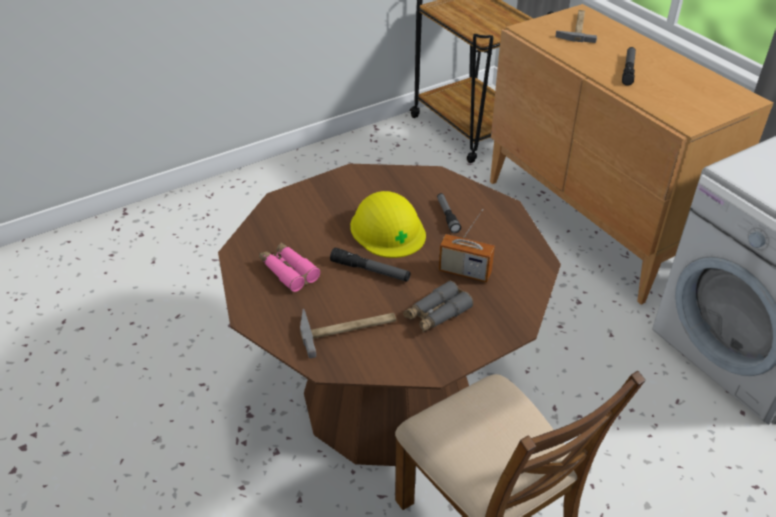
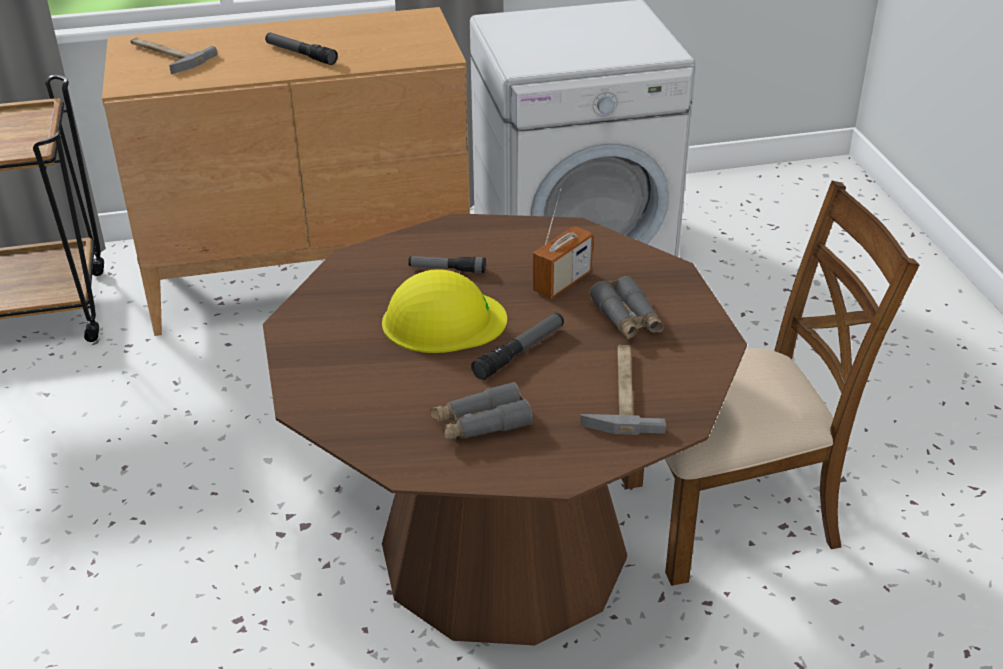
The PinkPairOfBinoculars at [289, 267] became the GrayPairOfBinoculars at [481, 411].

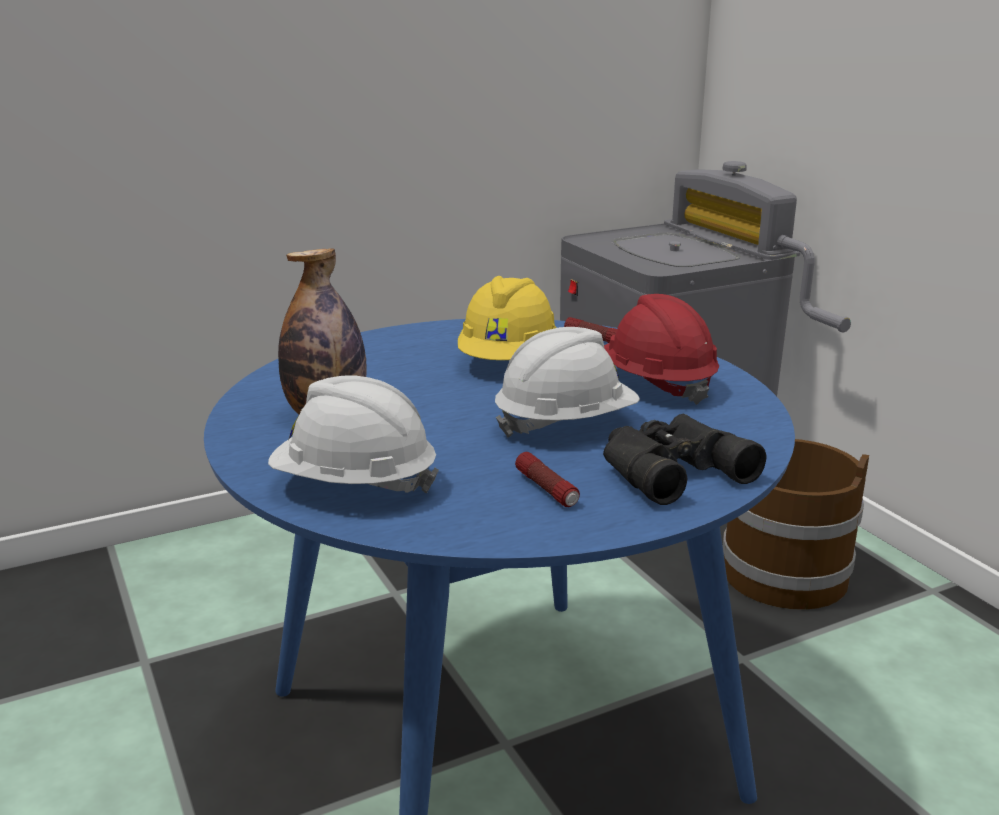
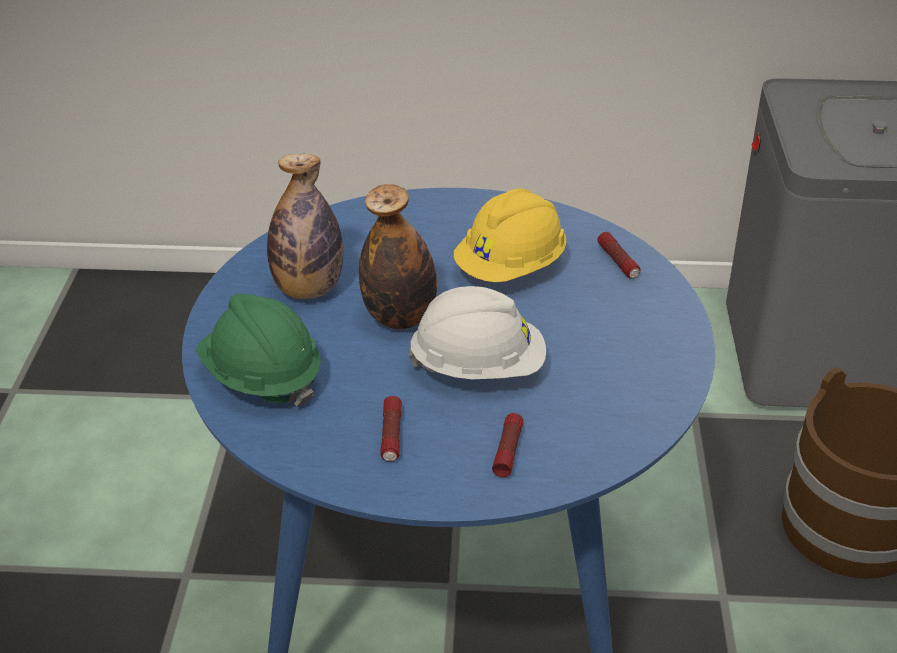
The WhiteWorkHelmet at [353, 434] became the GreenColouredWorkHelmet at [258, 350]. The DrinkBottle at [398, 256] appeared. The BlackColouredPairOfBinoculars at [685, 459] was replaced by the Torch at [508, 445]. The ReddishWorkHelmet at [661, 349] disappeared.

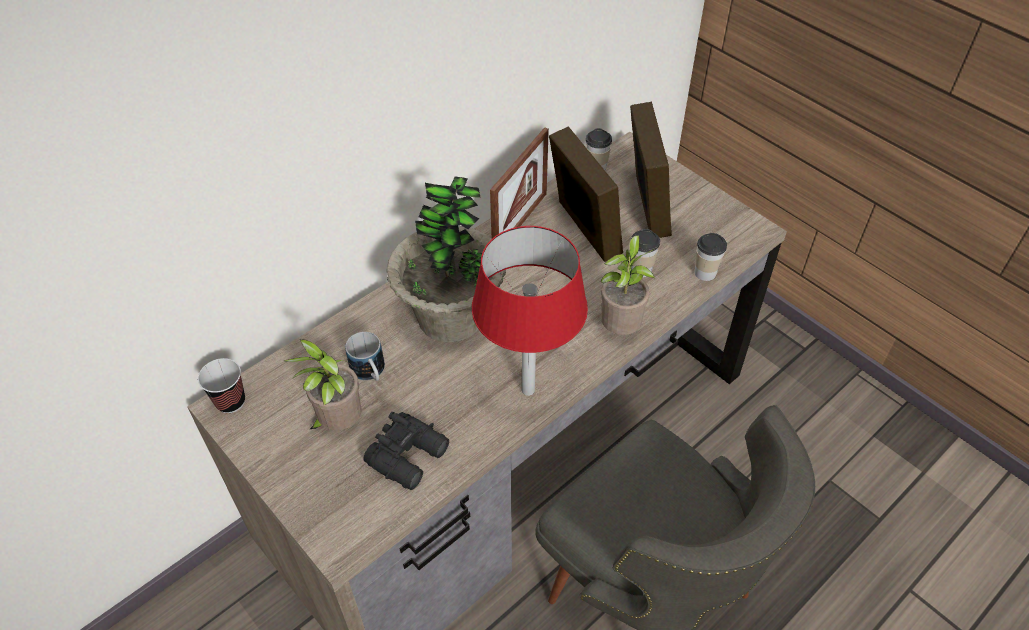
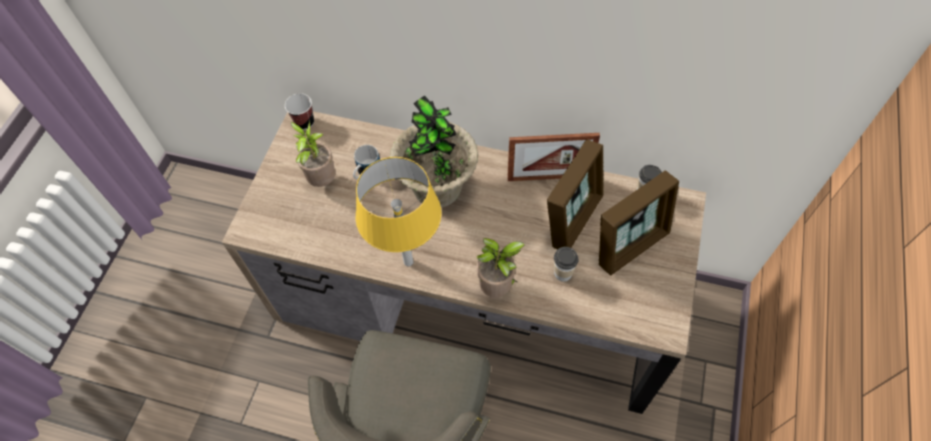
The ReddishTableLamp at [530, 311] became the YellowColouredTableLamp at [398, 212]. The BlackColouredPairOfBinoculars at [406, 450] disappeared. The DrinkingCup at [711, 257] disappeared.

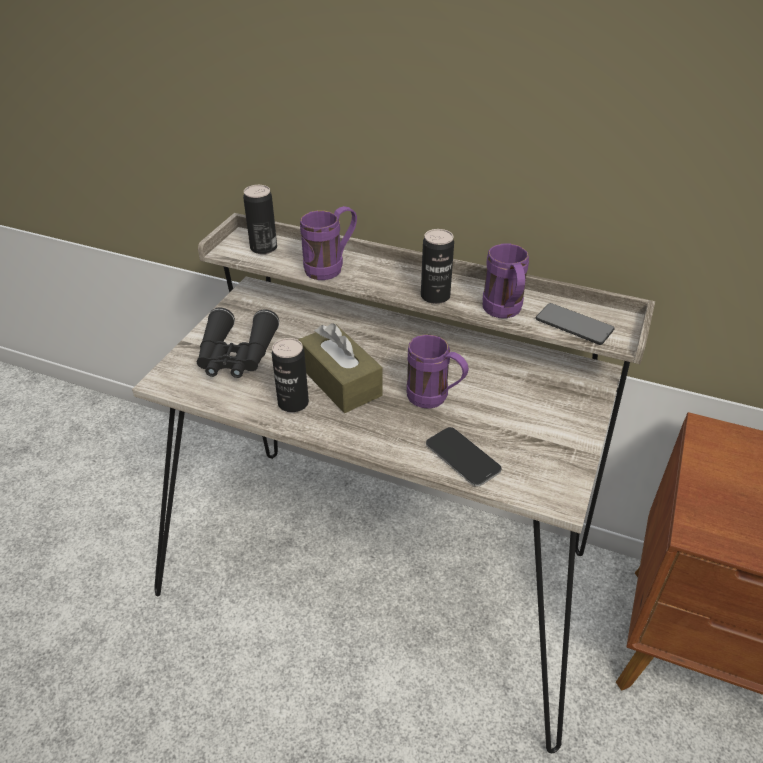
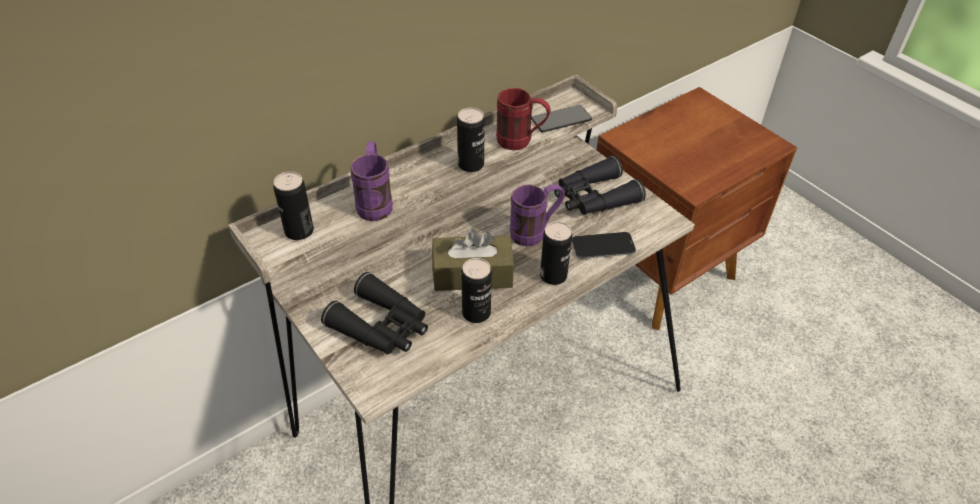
The PurpleColouredCoffeeMug at [506, 280] became the ReddishCoffeeMug at [523, 119]. The SealedCan at [556, 253] appeared. The BlackColouredPairOfBinoculars at [600, 185] appeared.

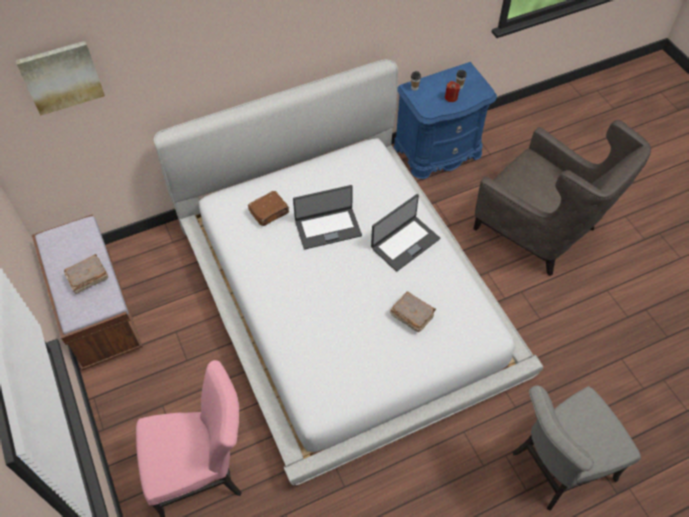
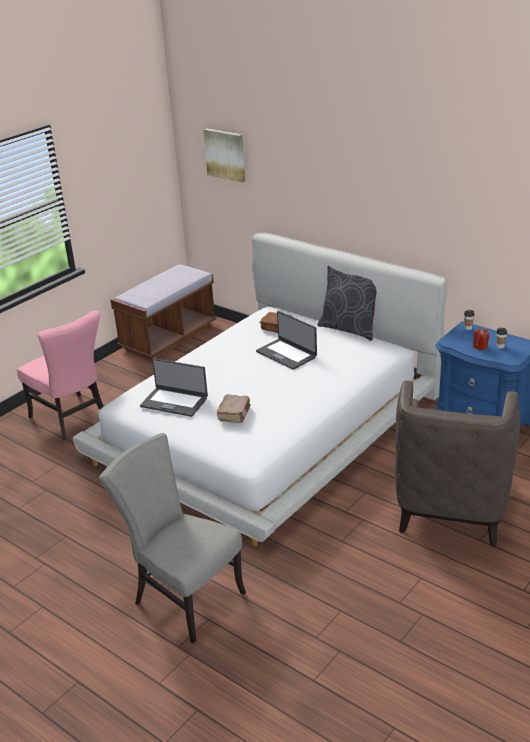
The Laptop moved from [405, 233] to [174, 387]. The GrayPillow at [347, 303] appeared. The BrownishVolume at [86, 274] disappeared.

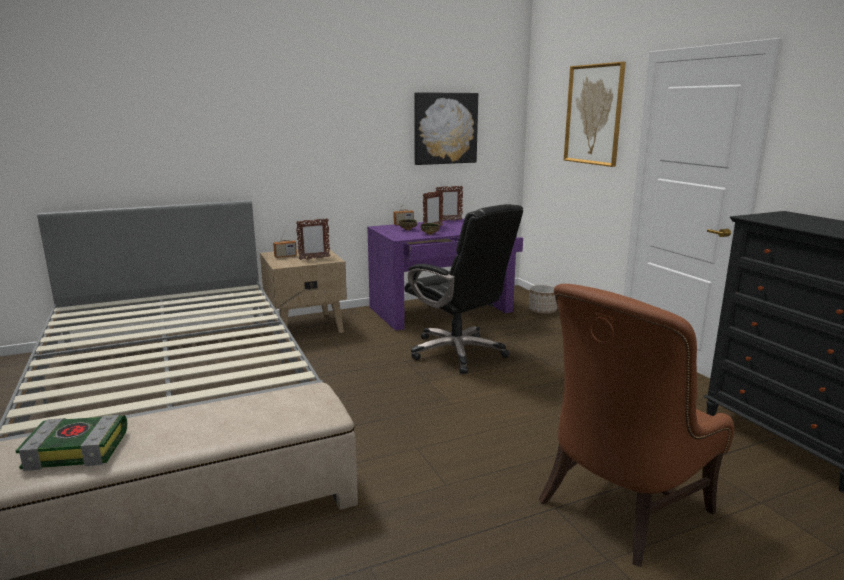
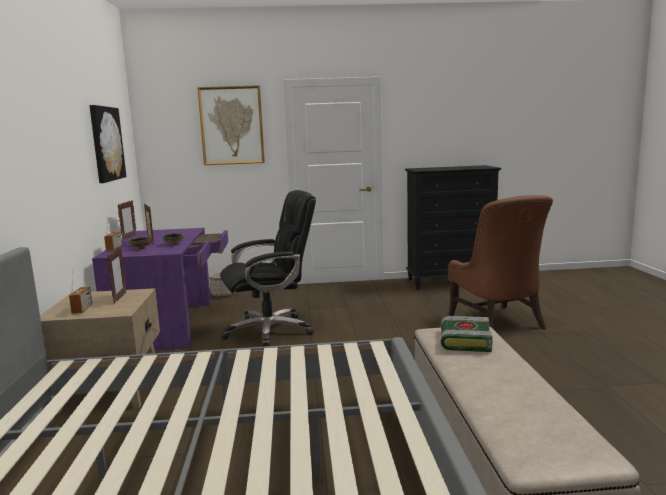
The Volume moved from [71, 443] to [467, 334].

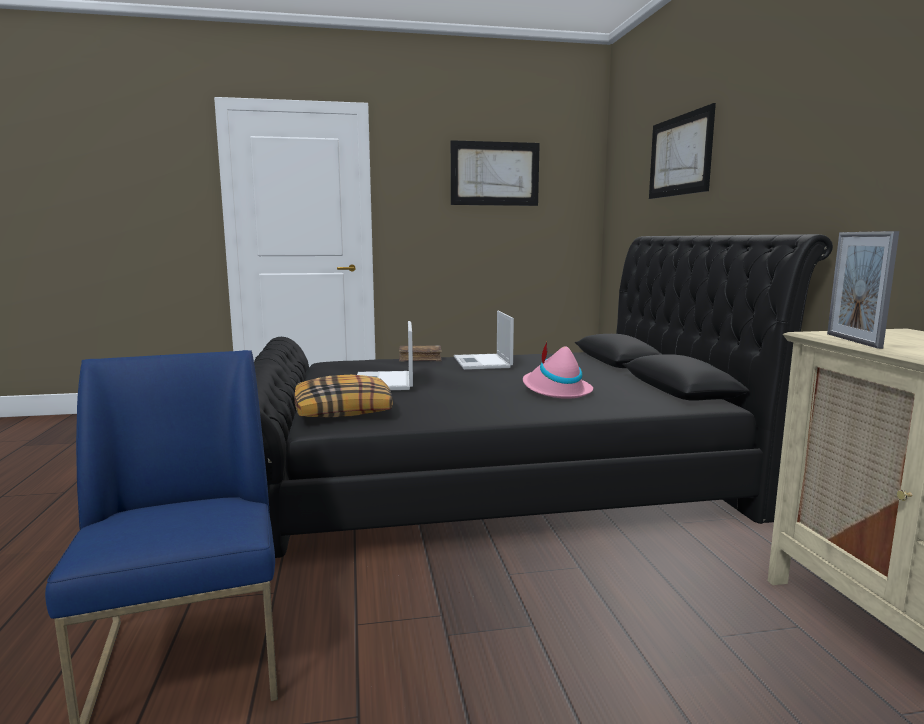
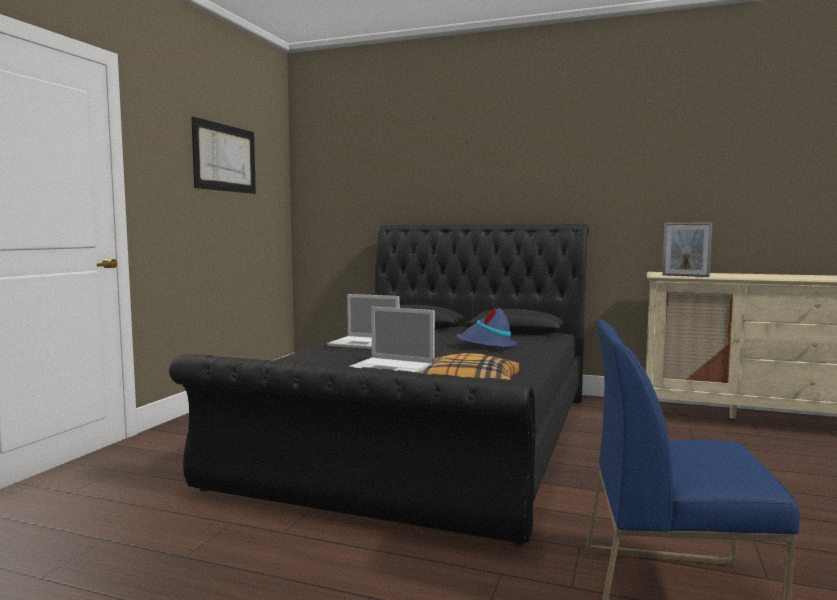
The PinkHat at [558, 370] became the BluishHat at [486, 327]. The BrownishVolume at [420, 353] disappeared. The WallPicture at [682, 151] disappeared.

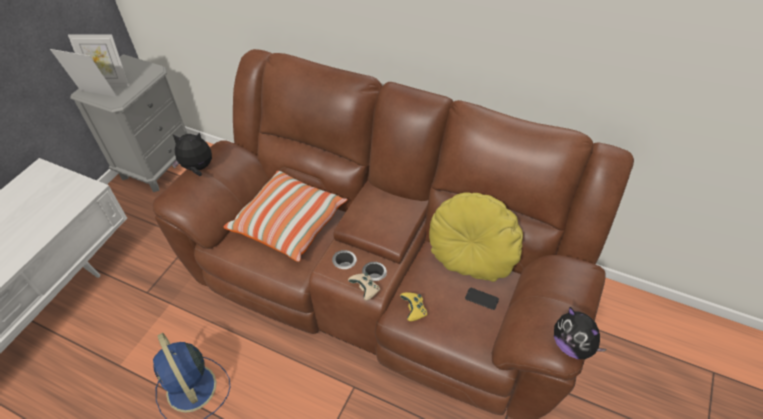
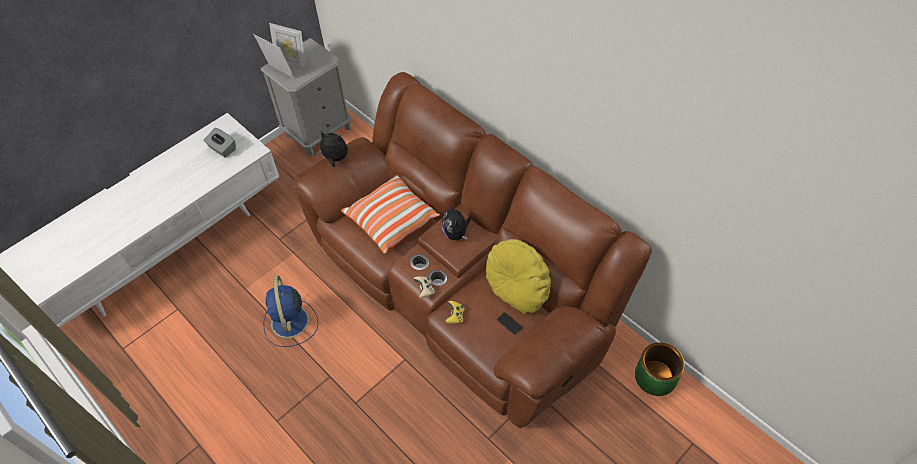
The GrayBoxOfTissues at [220, 143] appeared. The PlushToy moved from [580, 333] to [456, 222]. The GreenColouredPlanter at [660, 369] appeared.

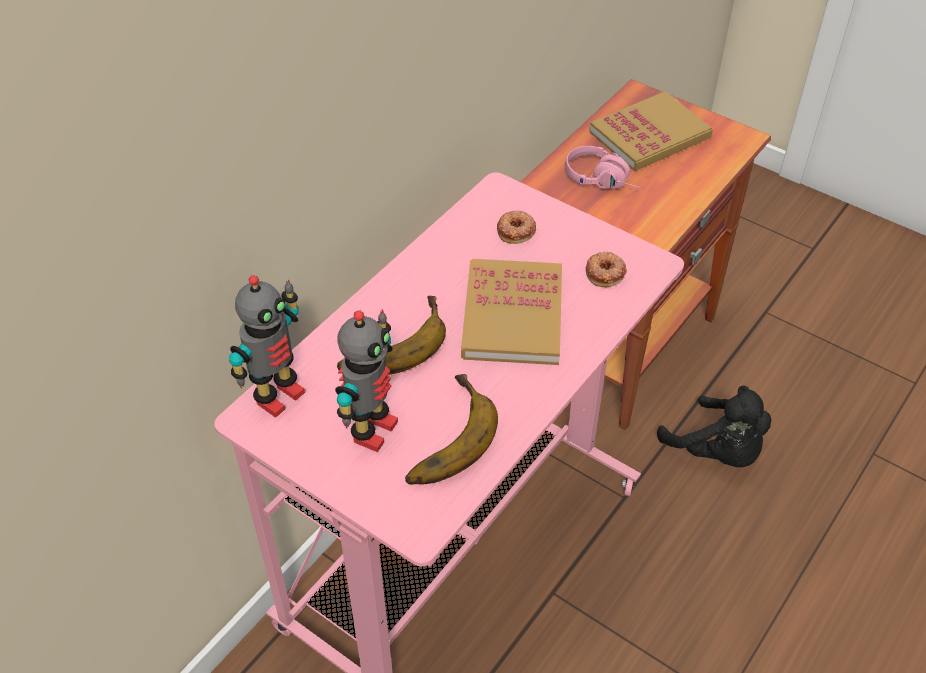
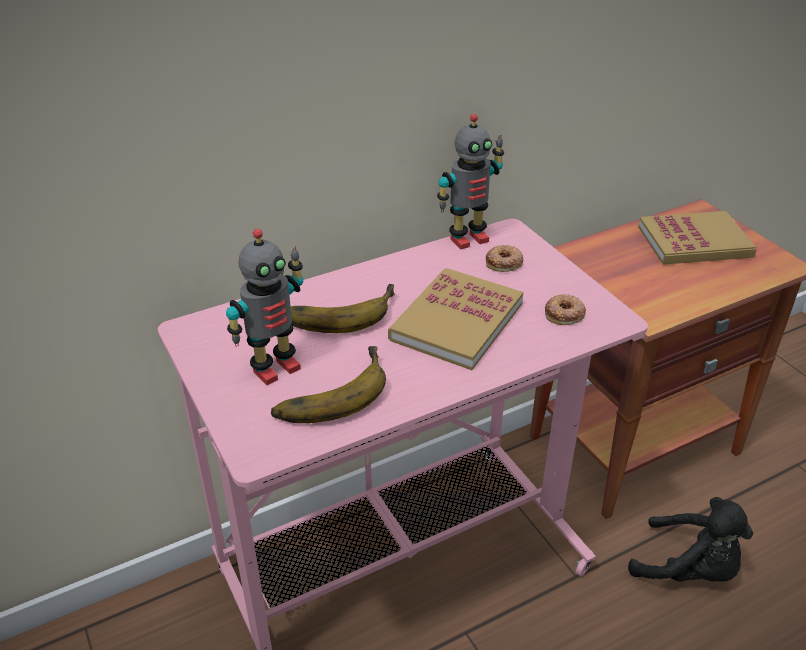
The RobotFigure moved from [267, 346] to [470, 182]. The BlackColouredPlushToy at [714, 426] turned 45 degrees counterclockwise. The PinkPairOfHeadphones at [602, 167] disappeared.

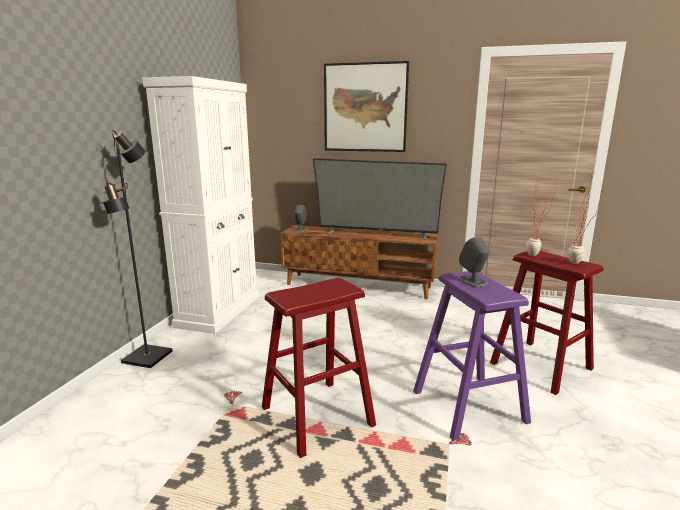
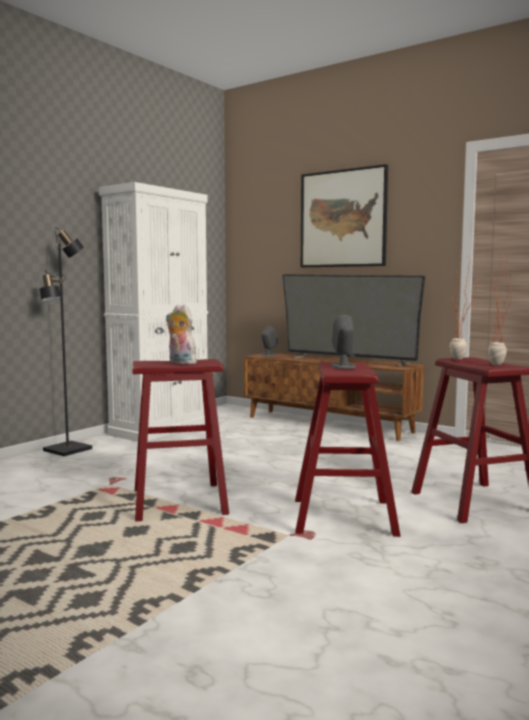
The PlushToy at [181, 334] appeared. The PurpleColouredSittingStool at [472, 356] became the ReddishSittingStool at [347, 449].

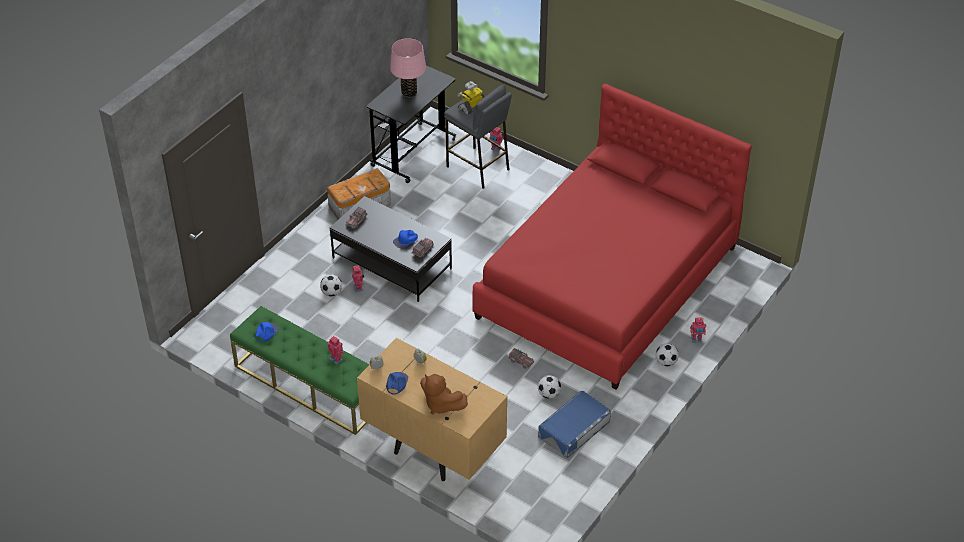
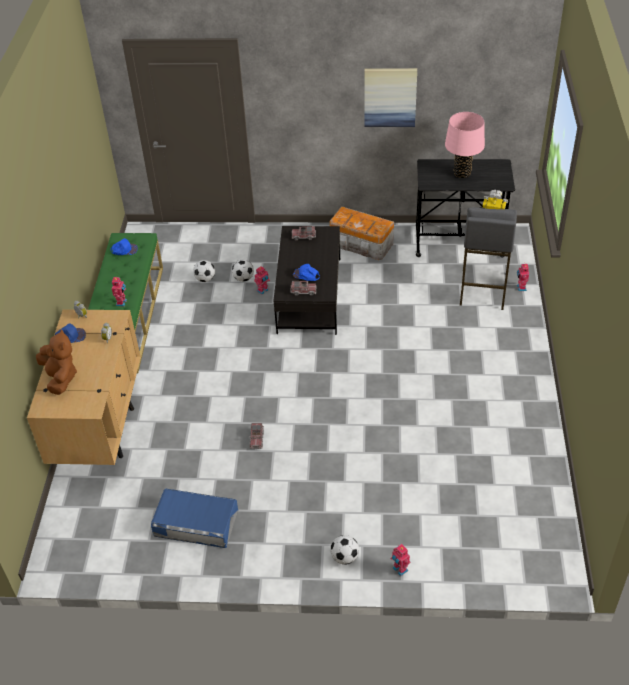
The BrownishPlushToy at [444, 394] turned 150 degrees clockwise. The BallForFootball moved from [549, 387] to [204, 271]. The WallPicture at [390, 97] appeared. The ReddishBedroomBed at [612, 237] disappeared.

